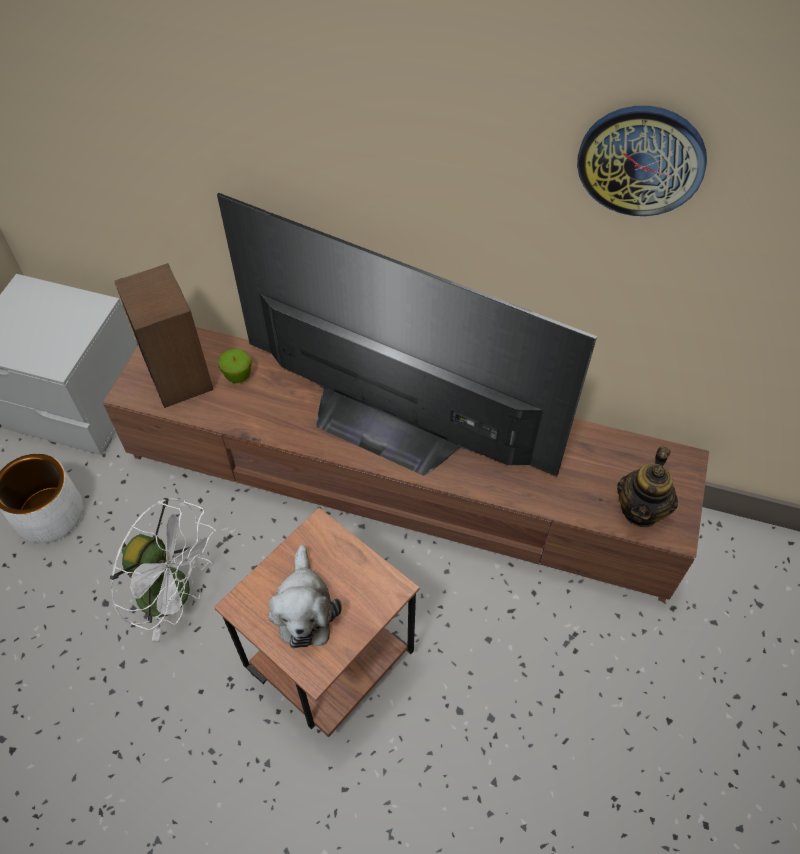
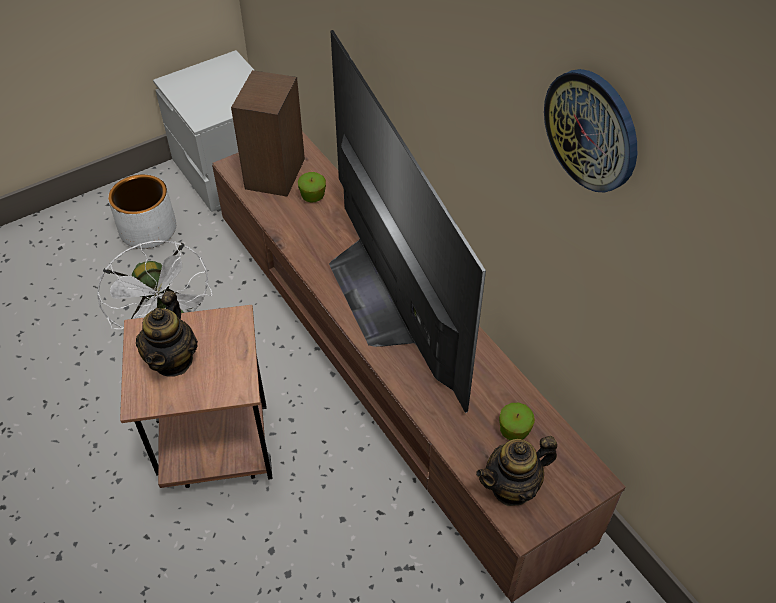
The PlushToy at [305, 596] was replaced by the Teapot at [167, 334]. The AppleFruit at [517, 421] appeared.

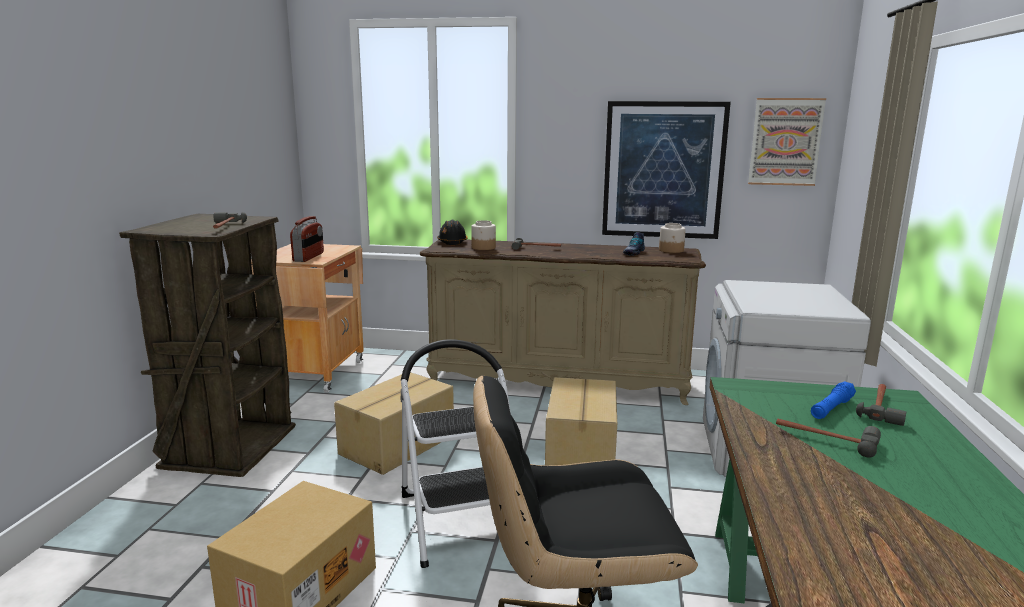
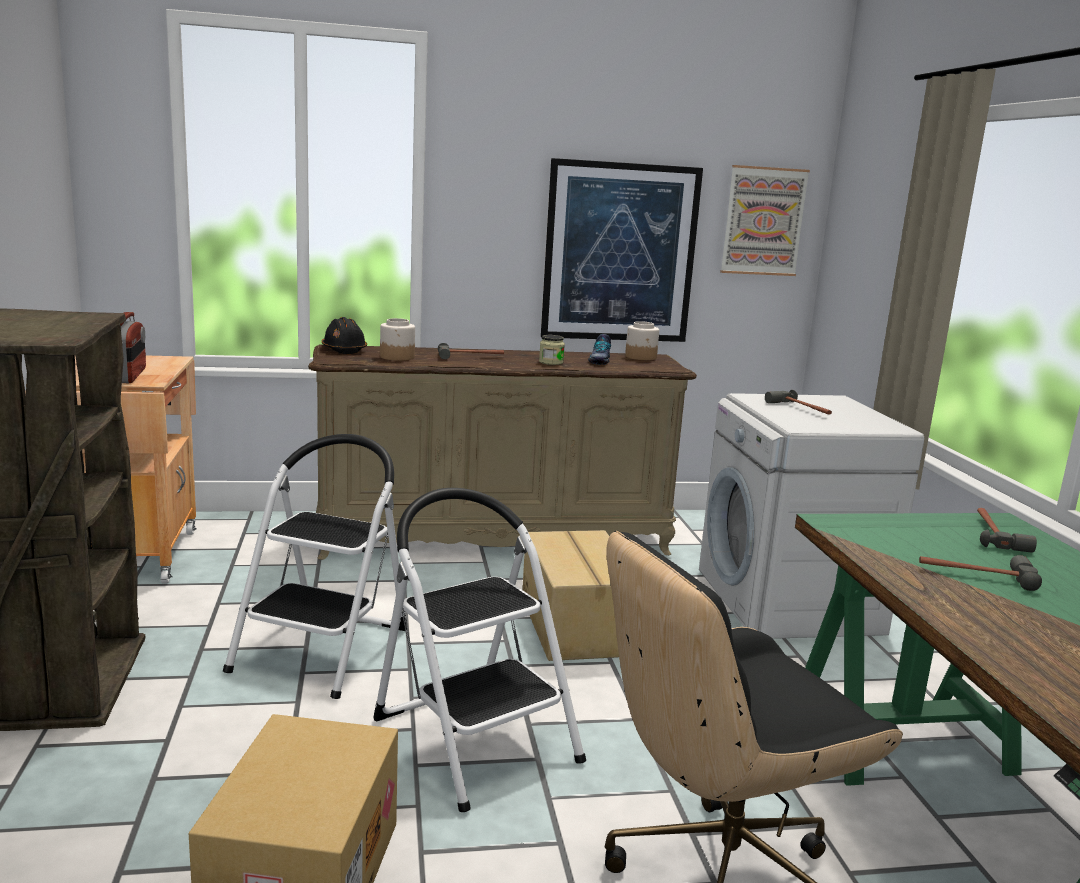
The CardboardBox at [394, 423] was replaced by the StepStool at [315, 566]. The StorageJar at [552, 350] appeared. The ToolHammer moved from [230, 220] to [798, 402]. The BluishTorch at [833, 400] disappeared.

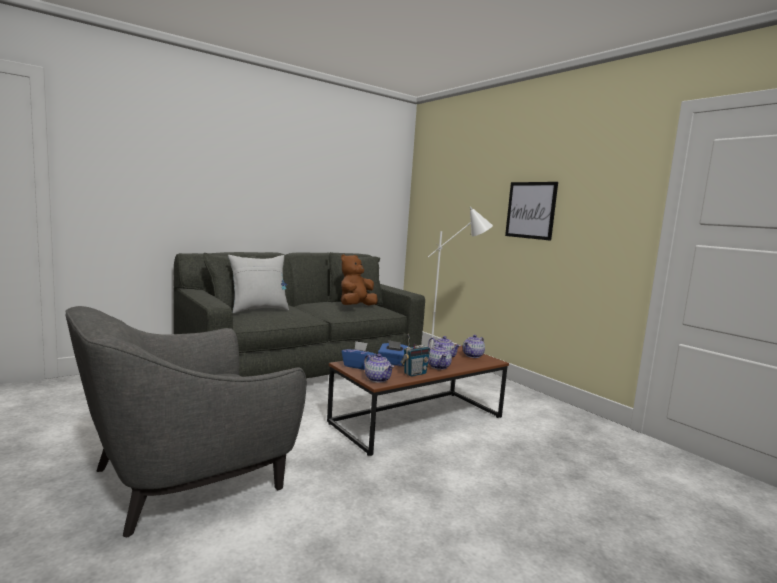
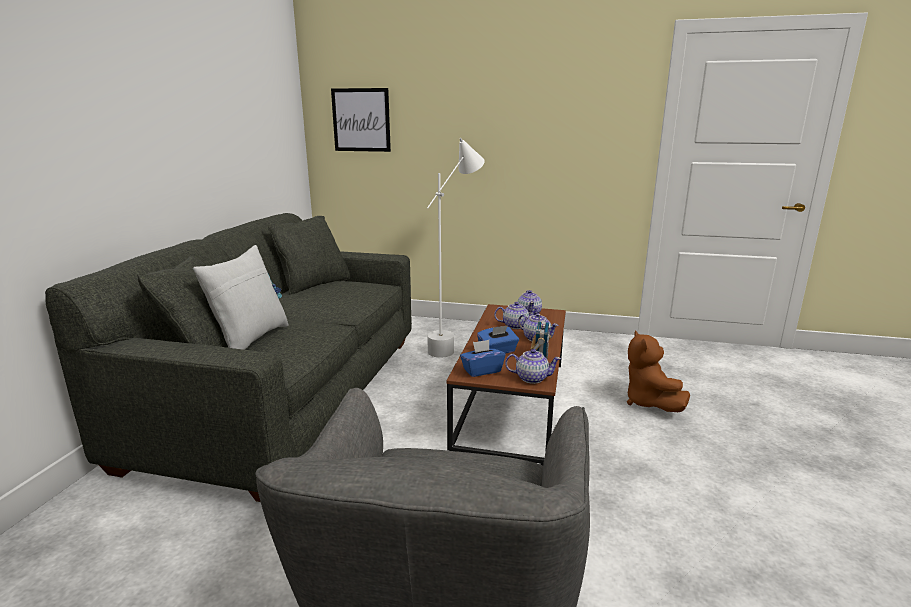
The WallPicture moved from [531, 211] to [361, 120]. The BrownishPlushToy moved from [359, 280] to [658, 371].

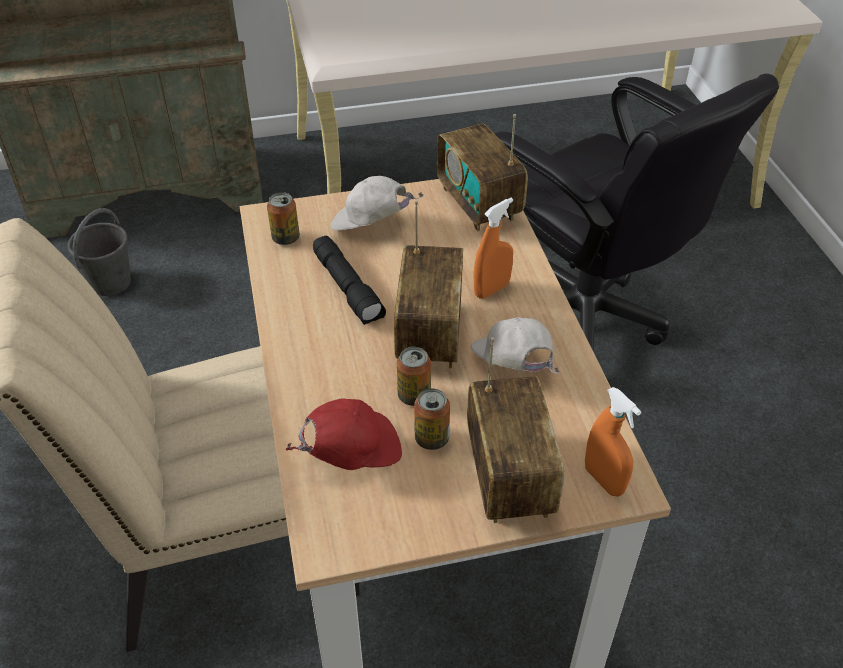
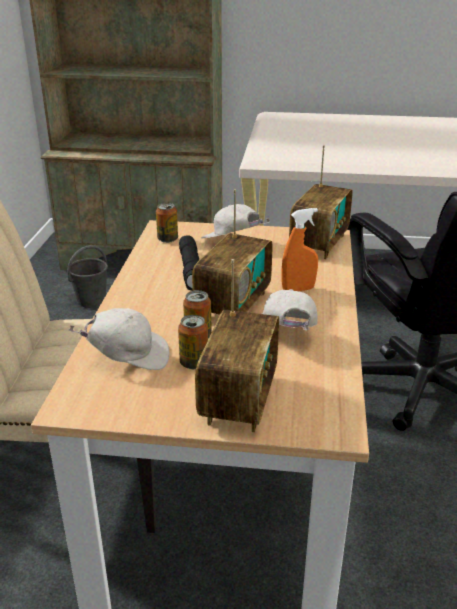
The ReddishBaseballCap at [343, 434] became the WhiteBaseballCap at [119, 339]. The RadioSet at [482, 173] turned 150 degrees counterclockwise. The OrangeySprayBottle at [613, 442] disappeared.

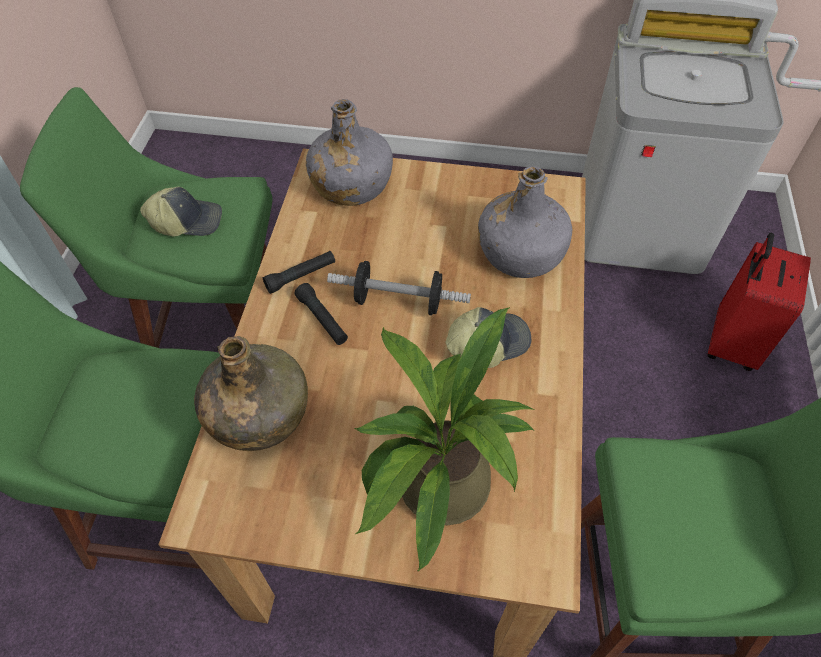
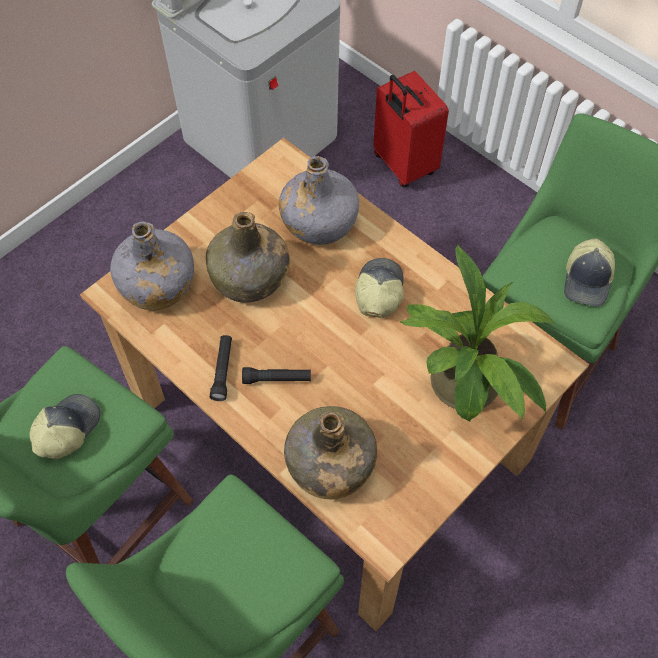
The GreenColouredDrinkBottle at [248, 257] appeared. The BaseballCap at [589, 272] appeared. The HandWeight at [399, 288] disappeared.

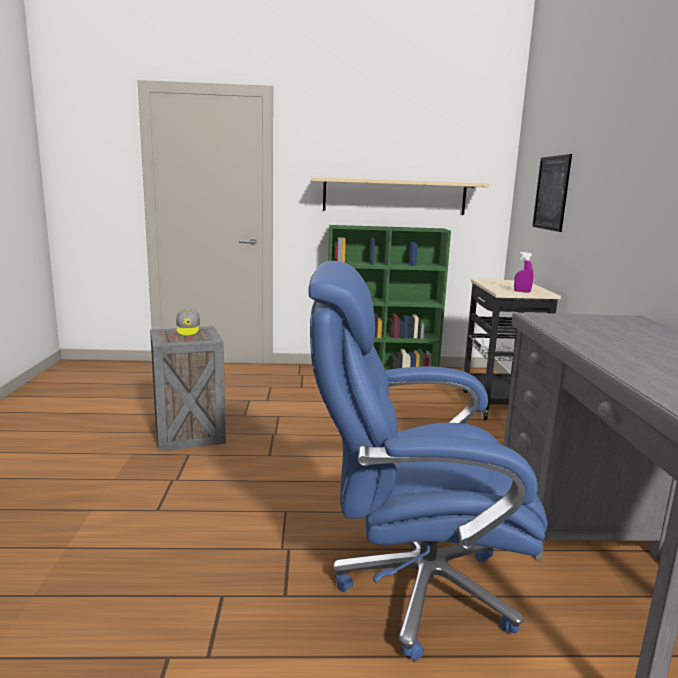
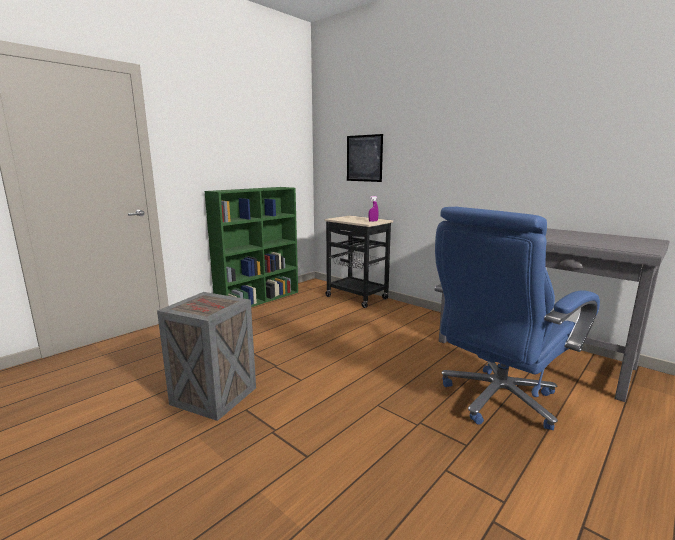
The BaseballCap at [188, 322] disappeared. The BeigeWallShelf at [400, 196] disappeared.

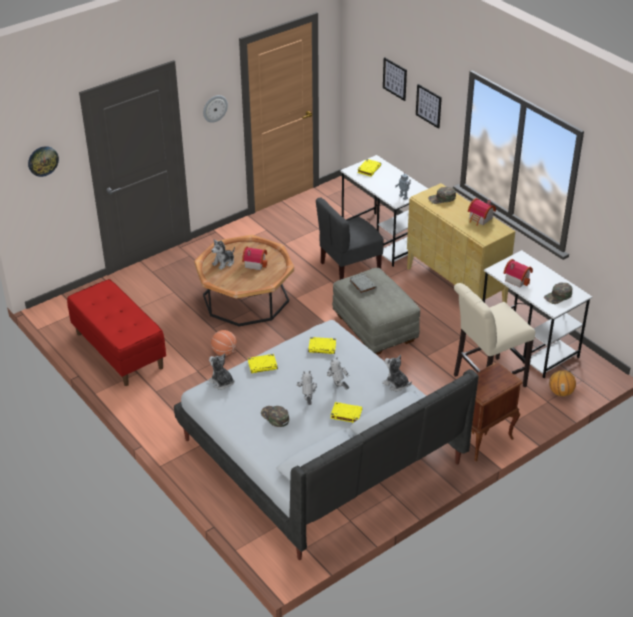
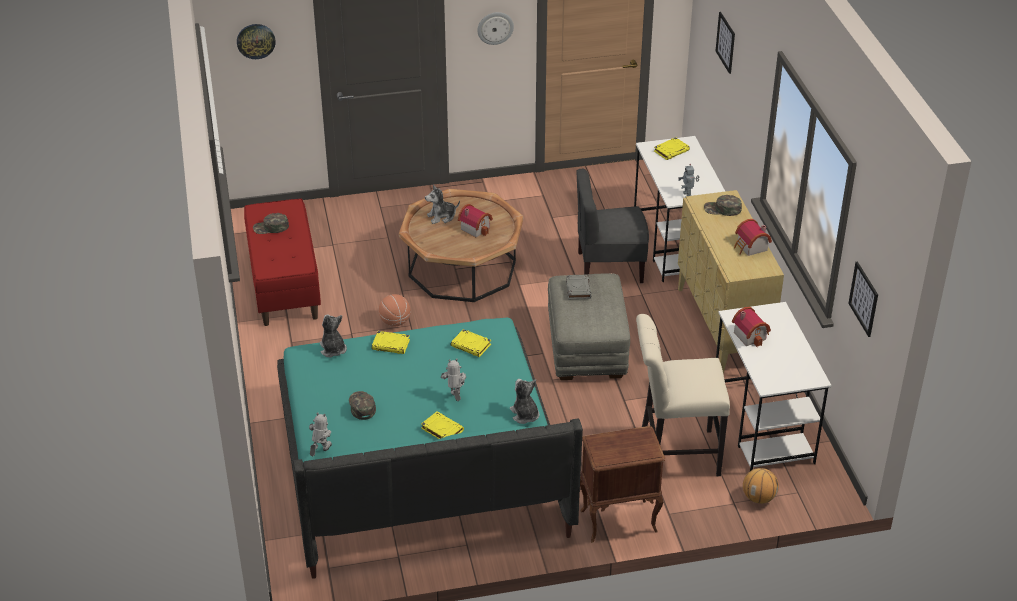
The GreenColouredBaseballCap moved from [558, 293] to [271, 223]. The GrayBedroomBed at [326, 440] became the TurquoiseBedroomBed at [430, 448]. The RobotFigure moved from [307, 388] to [320, 434]. The WallPicture moved from [429, 106] to [863, 299].

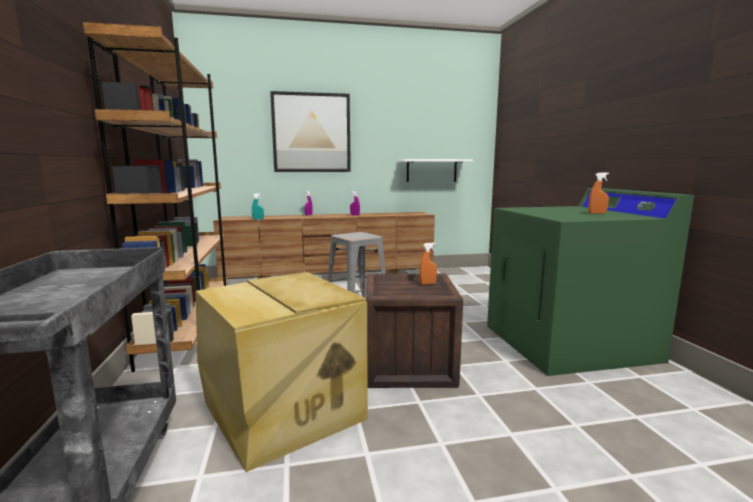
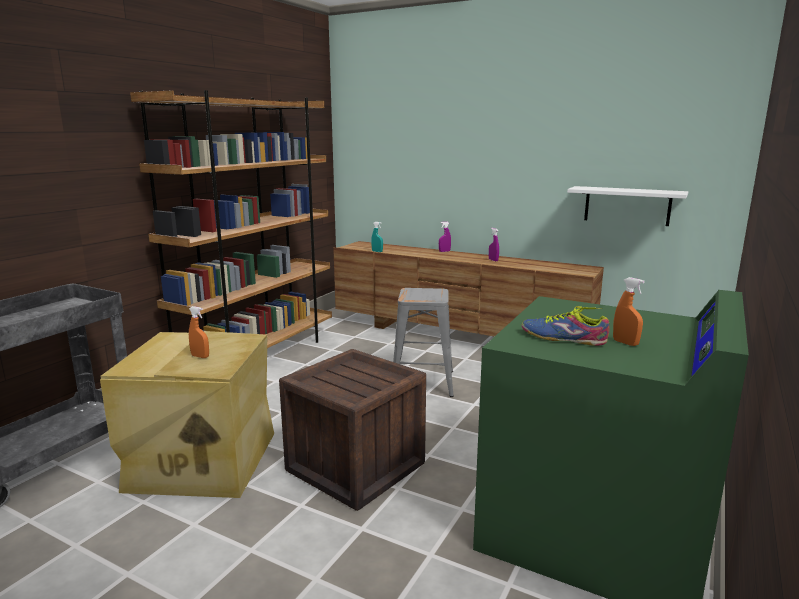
The OrangeySprayBottle moved from [428, 264] to [199, 332]. The LowShoe at [565, 326] appeared. The WallPicture at [310, 131] disappeared.

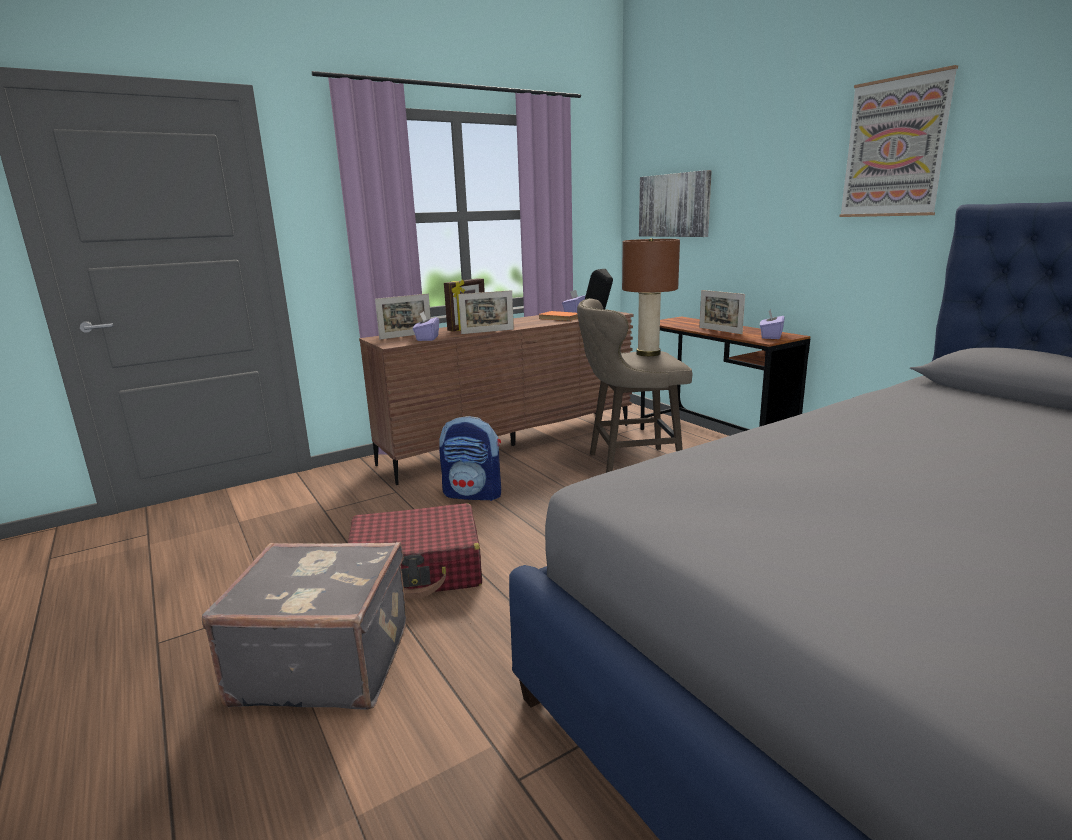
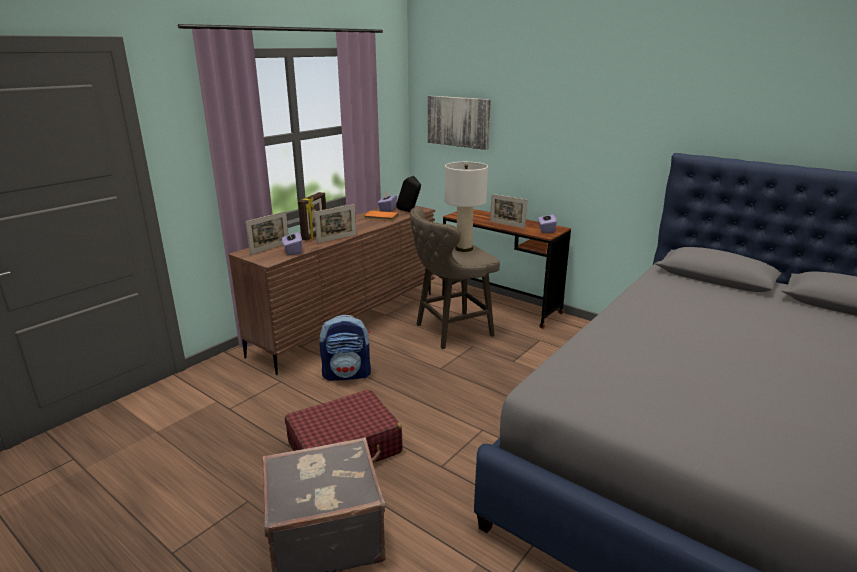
The BrownishTableLamp at [651, 297] became the WhiteTableLamp at [466, 207]. The WallPicture at [898, 141] disappeared.

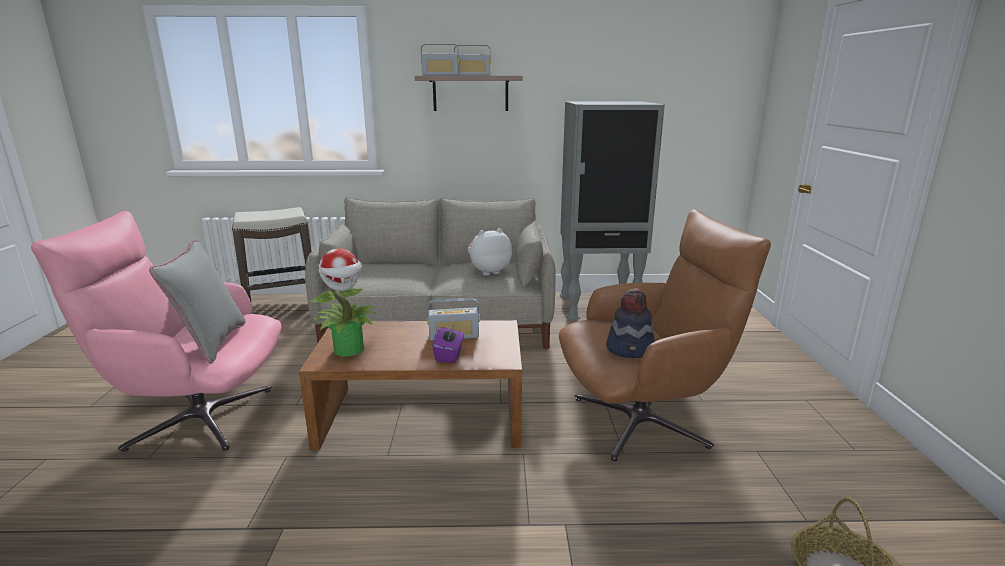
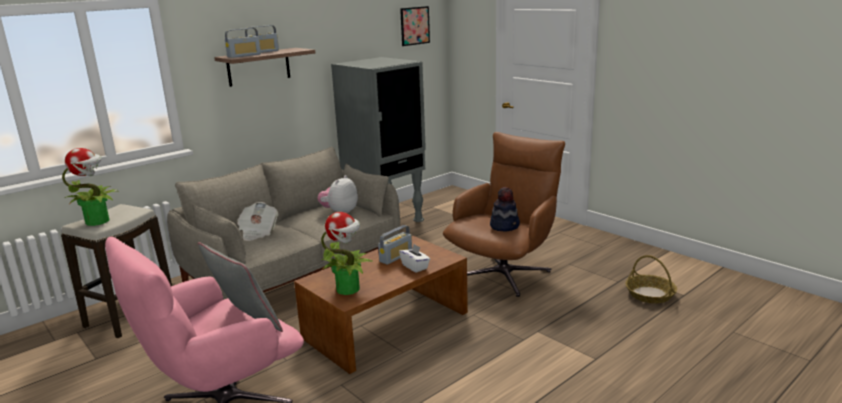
The Houseplant at [90, 187] appeared. The DailyPaper at [258, 221] appeared. The PurpleColouredBoxOfTissues at [448, 344] became the WhiteBoxOfTissues at [414, 258]. The WallPicture at [415, 26] appeared.

